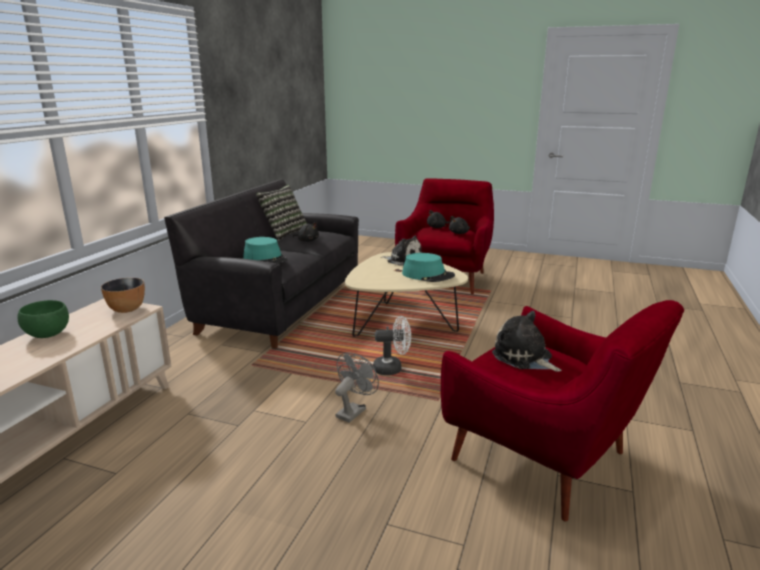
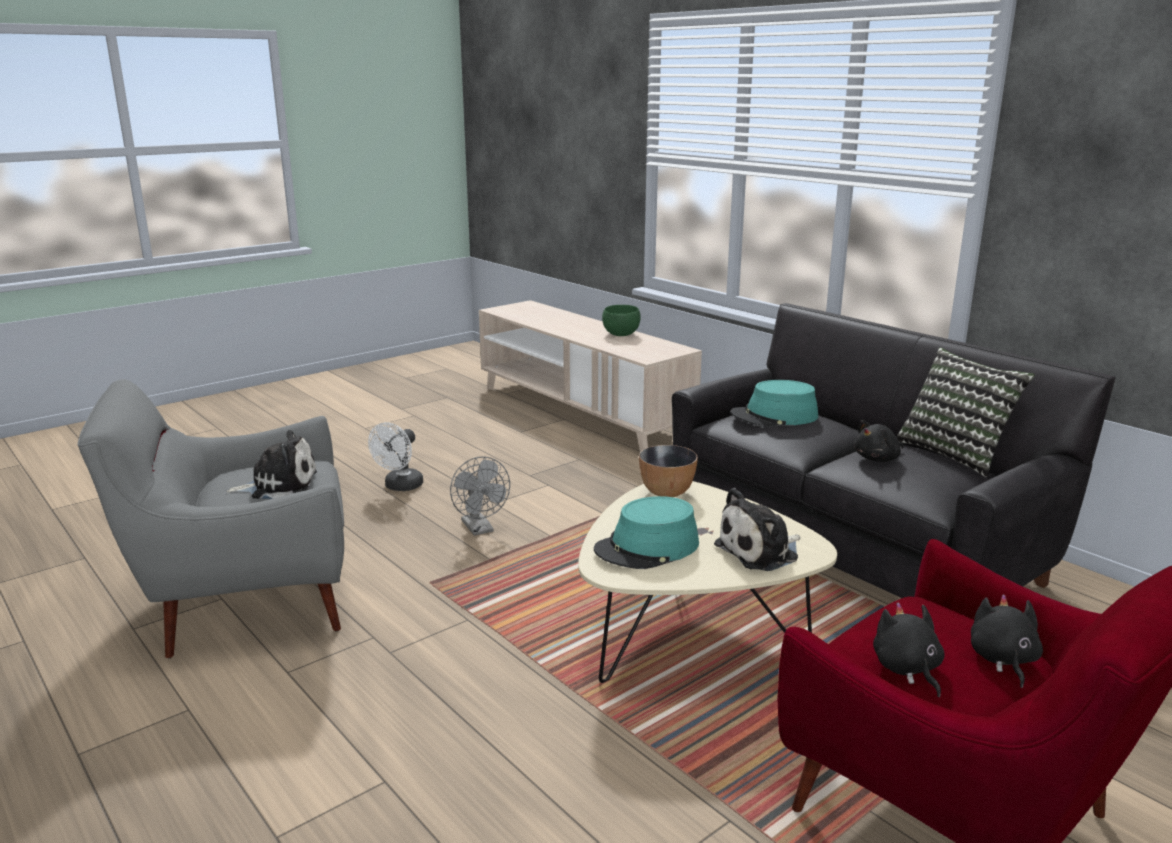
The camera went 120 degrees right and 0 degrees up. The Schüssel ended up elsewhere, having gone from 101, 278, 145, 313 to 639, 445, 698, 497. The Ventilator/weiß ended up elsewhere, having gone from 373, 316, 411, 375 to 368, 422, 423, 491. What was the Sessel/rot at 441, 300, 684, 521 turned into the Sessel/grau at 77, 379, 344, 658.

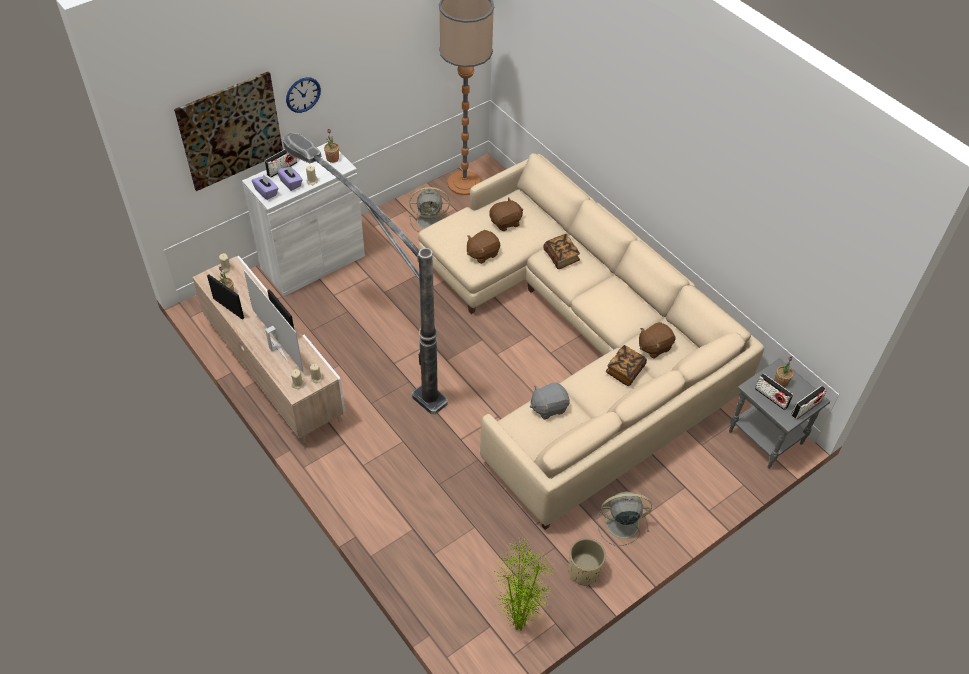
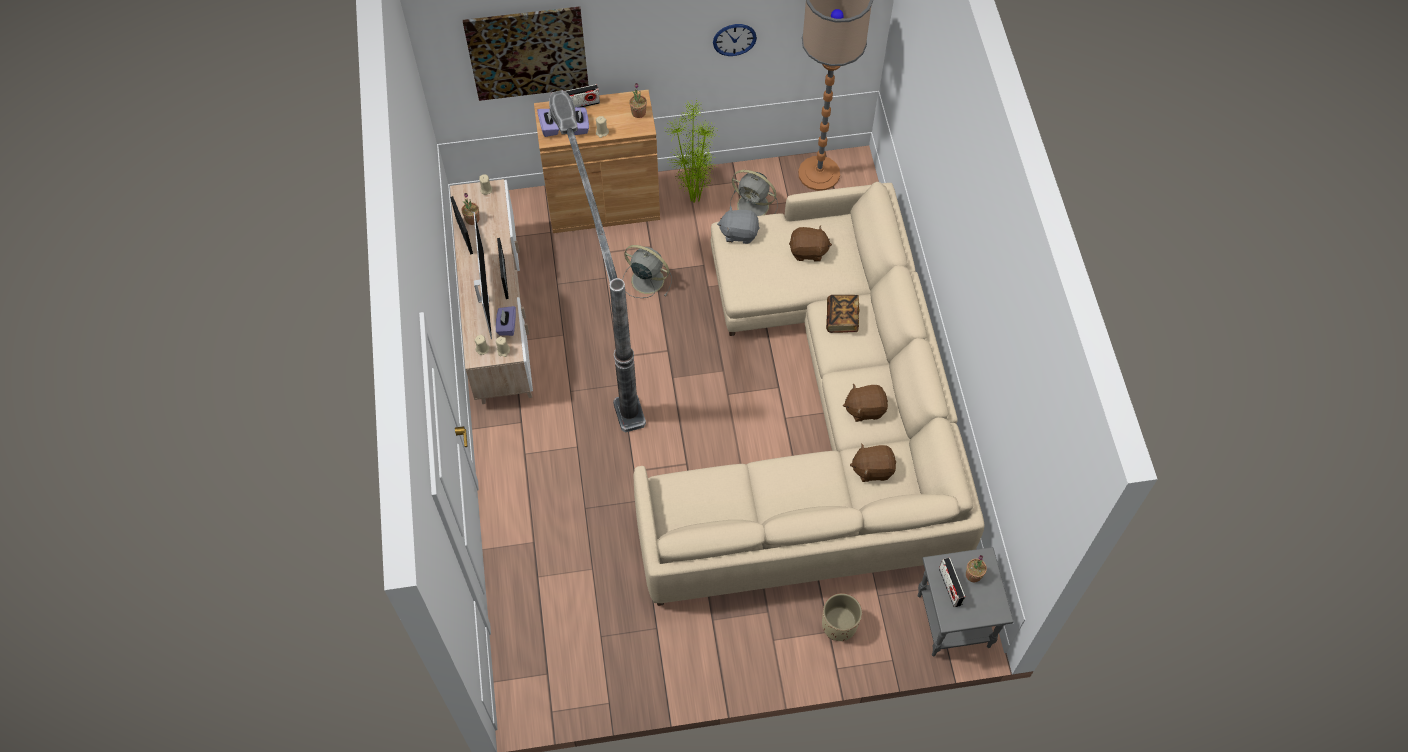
The camera went 30 degrees right and 10 degrees up. What was the Schrank/weiß at 242, 142, 365, 297 turned into the Schrank/braun at 534, 90, 660, 233. The Wanduhr ended up elsewhere, having gone from 286, 77, 321, 113 to 713, 24, 757, 56. The Plüschtier/braun ended up elsewhere, having gone from 467, 230, 500, 264 to 843, 384, 888, 422. The Topfpflanze ended up elsewhere, having gone from 491, 538, 552, 631 to 666, 99, 718, 203. The Plüschtier/grau ended up elsewhere, having gone from 530, 382, 570, 420 to 717, 206, 760, 244. The Pflanzkübel/beige ended up elsewhere, having gone from 568, 538, 606, 586 to 822, 593, 862, 641. The Ventilator/grau ended up elsewhere, having gone from 597, 492, 652, 546 to 622, 245, 672, 298. The second view lost the Buch at 606, 345, 647, 386. The second view lost the Radio at 791, 385, 827, 419. The second view gained the Taschentuchbox/lila at 496, 306, 516, 336.

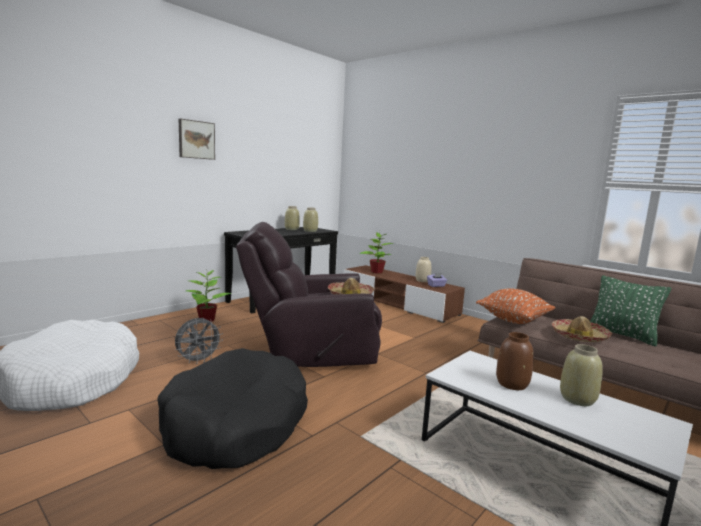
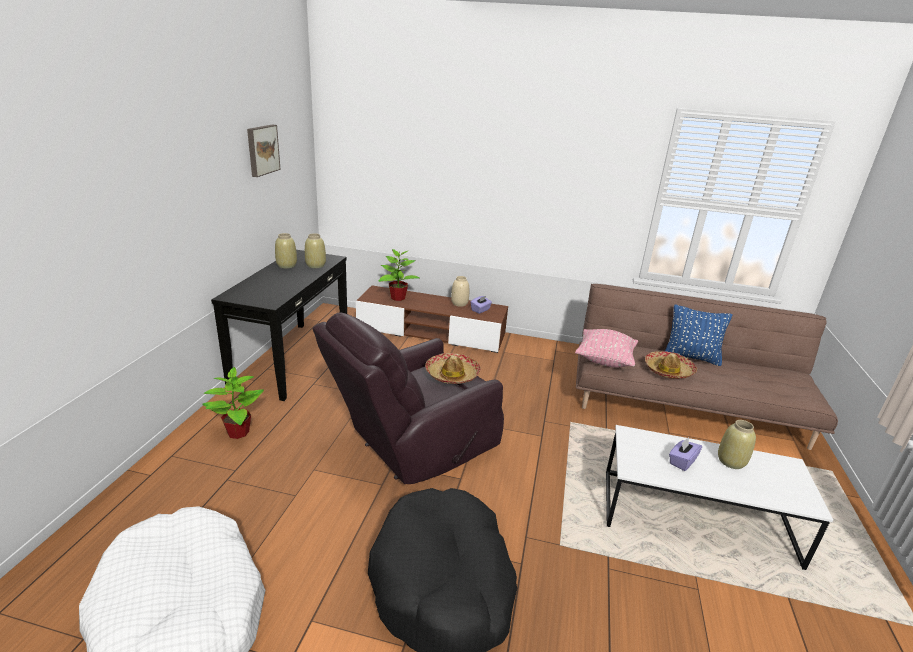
The camera went 30 degrees left and 15 degrees up. The second view lost the Ventilator/grau at 175, 317, 223, 364. The Bild ended up elsewhere, having gone from 179, 119, 215, 160 to 247, 125, 281, 177. What was the Kissen/orange at 476, 289, 555, 324 turned into the Kissen/rosa at 575, 329, 638, 368. Where the Vase/braun stood at 496, 332, 534, 390, the Taschentuchbox/lila came to stand at 669, 437, 702, 471. What was the Kissen/grün at 590, 275, 671, 347 turned into the Kissen/blau at 665, 305, 732, 366.

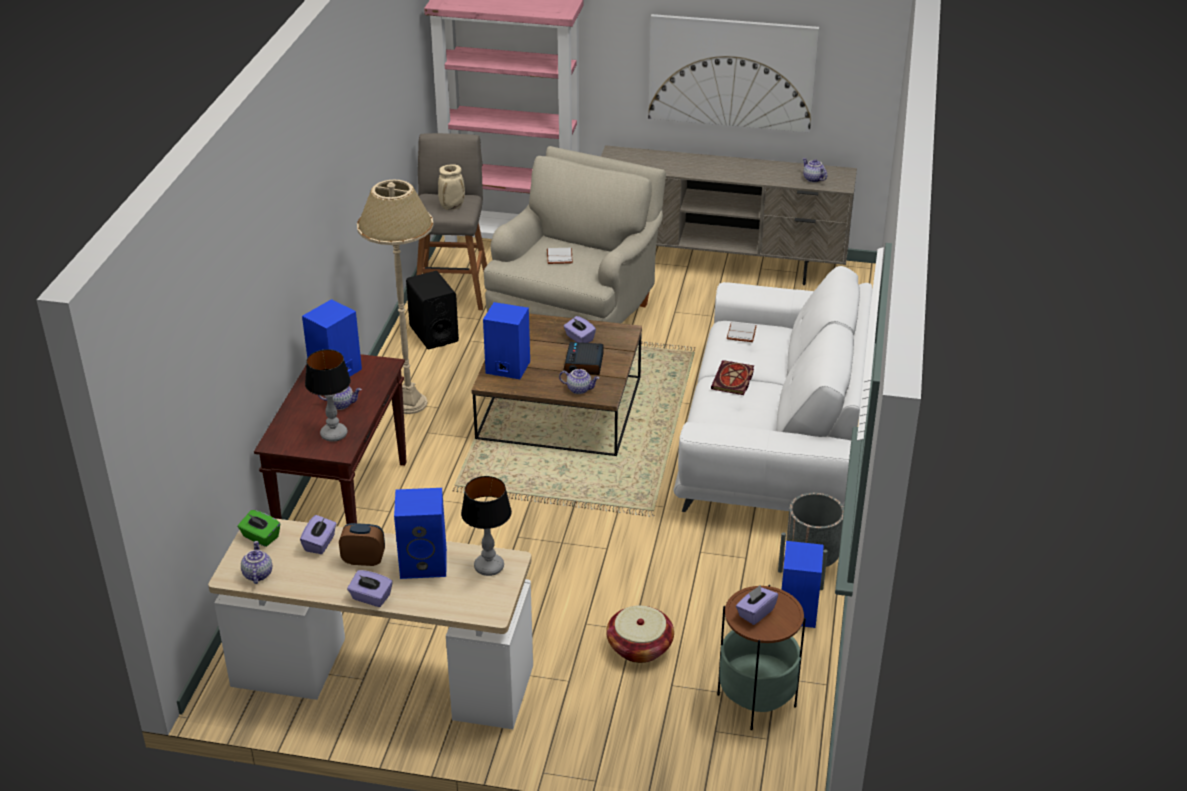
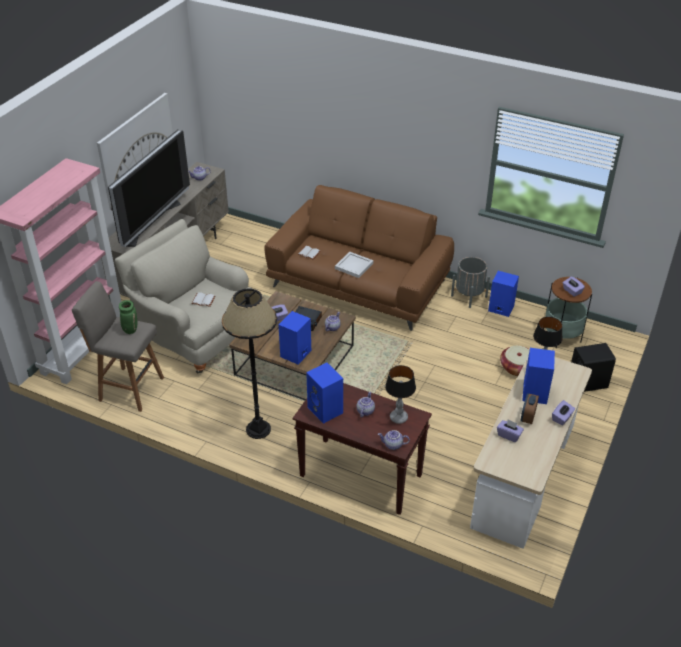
The camera went 75 degrees left and 5 degrees up. The second view lost the Taschentuchbox/grün at 238, 510, 280, 547. The Teekanne ended up elsewhere, having gone from 241, 541, 272, 584 to 378, 430, 410, 450. What was the Stehlampe/beige at 357, 180, 434, 414 turned into the Stehlampe/schwarz at 222, 288, 277, 439. The Lautsprecher/schwarz ended up elsewhere, having gone from 406, 271, 459, 349 to 571, 343, 616, 392. What was the Vase/beige at 438, 164, 465, 210 turned into the Vase/grün at 119, 300, 138, 334. What was the Sofa/weiß at 673, 266, 873, 512 turned into the Sofa/braun at 264, 185, 454, 331. Where the Buch stood at 711, 360, 754, 395, the Tablett/weiß came to stand at 335, 252, 373, 278. The second view gained the Fernseher at 108, 129, 190, 247.

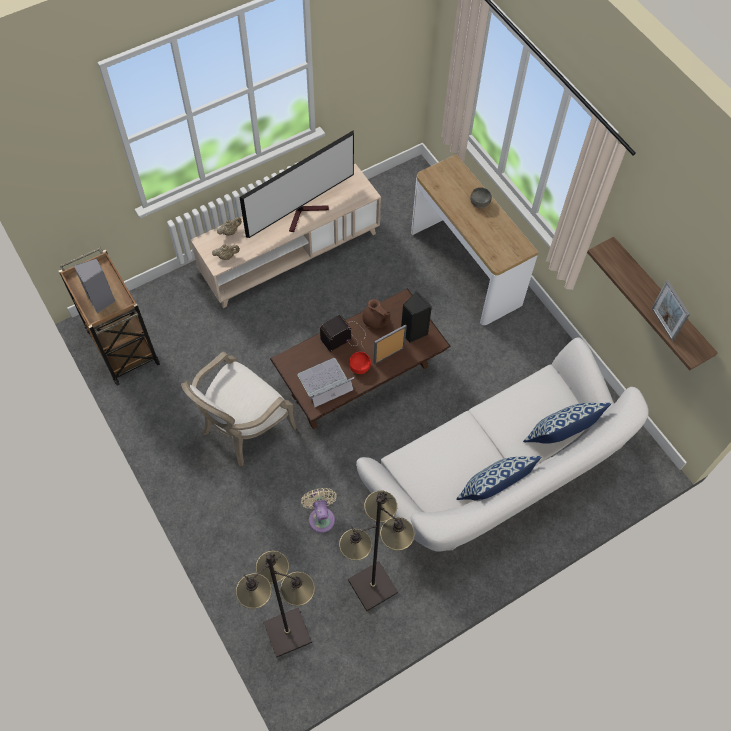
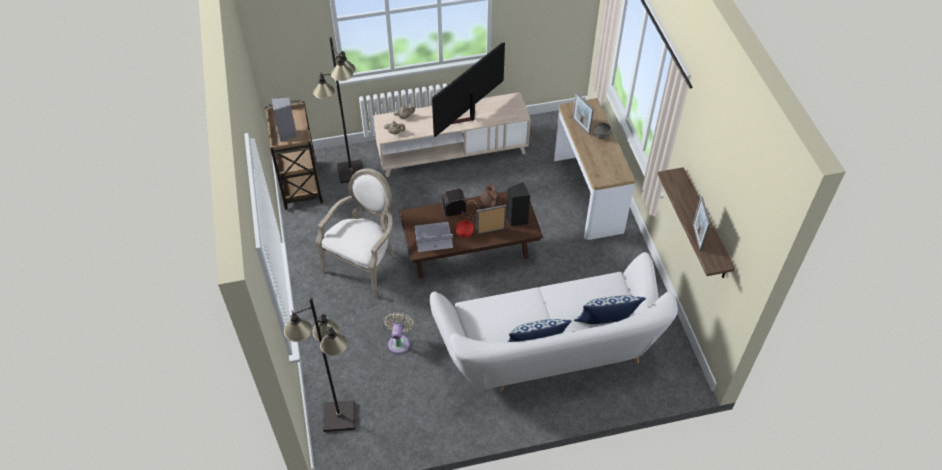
The camera went 20 degrees right and 10 degrees down. The Sessel at 181, 351, 297, 467 ended up facing another way, 150 degrees clockwise from before. The Fernseher at 239, 130, 354, 238 ended up facing another way, 150 degrees clockwise from before. The Stehlampe/schwarz ended up elsewhere, having gone from 339, 491, 415, 611 to 313, 37, 363, 184. The second view gained the Bilderrahmen at 572, 92, 594, 135.

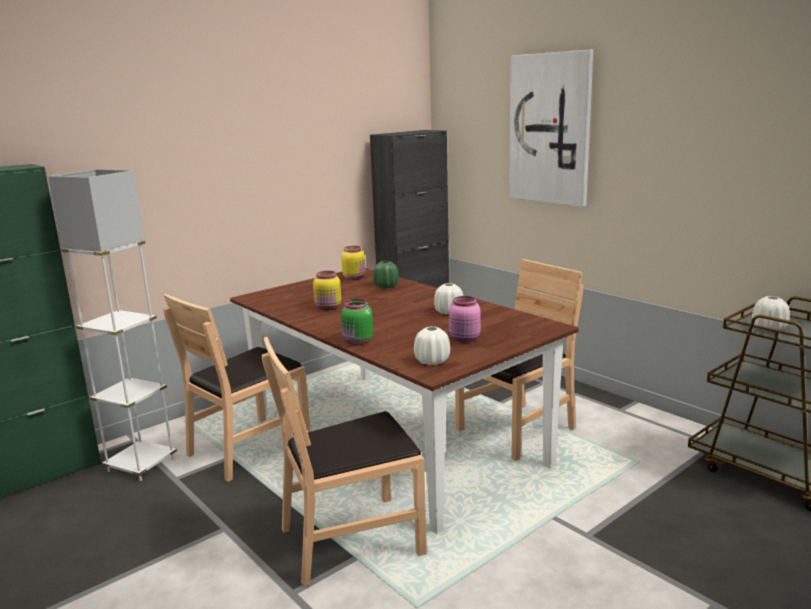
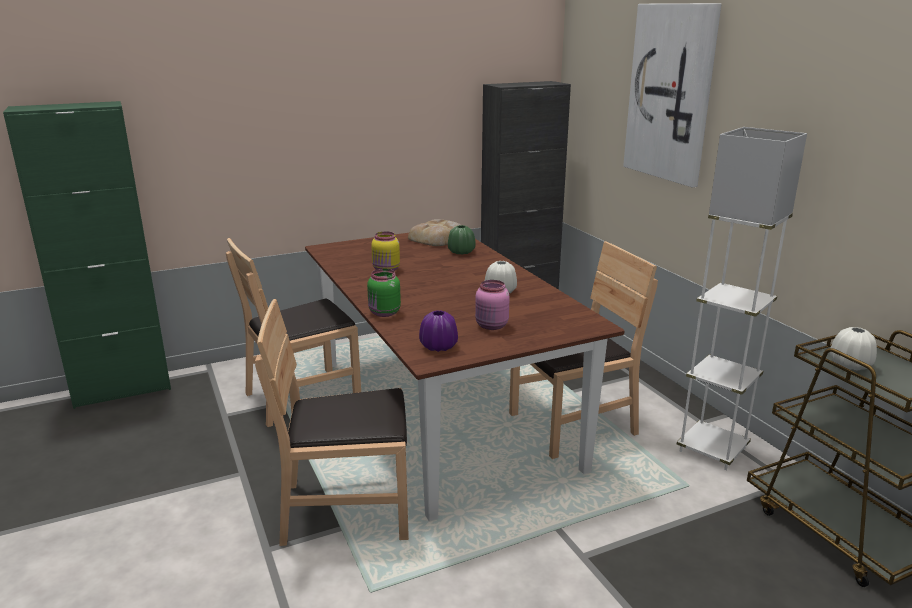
The camera went 15 degrees right and 5 degrees up. The Stehlampe/weiß ended up elsewhere, having gone from 48, 169, 177, 481 to 677, 127, 807, 470. Where the Vorratsglas/gelb stood at 341, 246, 365, 280, the Brot came to stand at 408, 219, 461, 246. What was the Vase/weiß at 414, 326, 450, 365 turned into the Vase/lila at 419, 310, 458, 352.

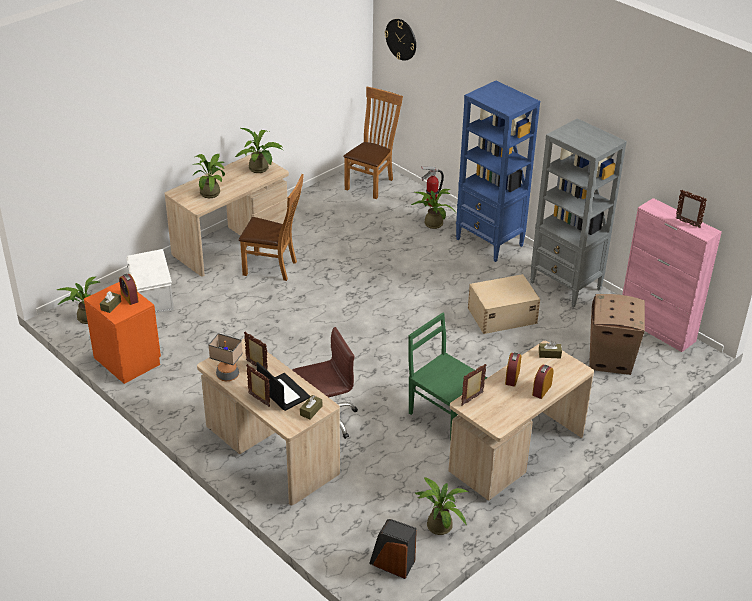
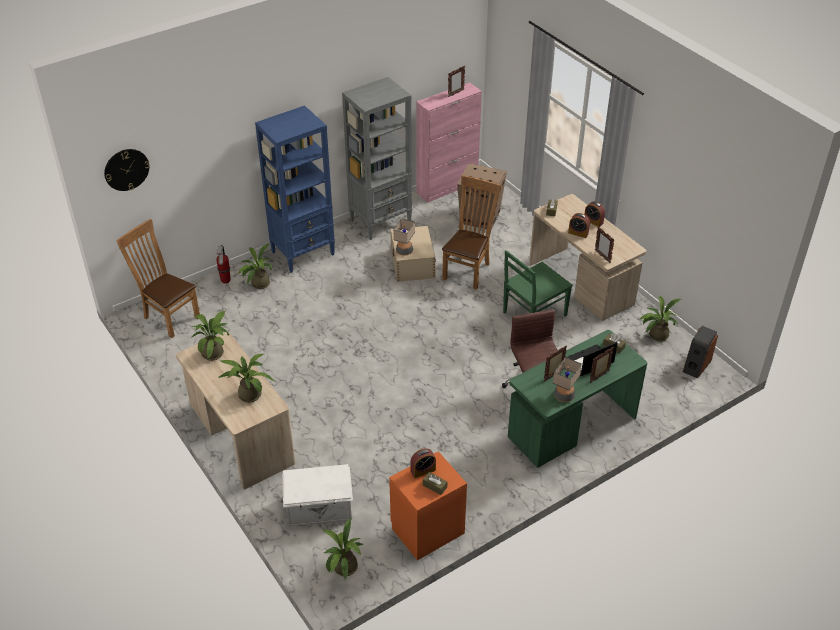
The camera went 80 degrees left and 5 degrees up. What was the Schreibtisch/beige at 197, 339, 340, 505 turned into the Schreibtisch/grün at 508, 330, 647, 468. The Stuhl/braun ended up elsewhere, having gone from 238, 174, 304, 281 to 442, 175, 501, 290. The second view gained the Tischlampe at 393, 218, 415, 256.

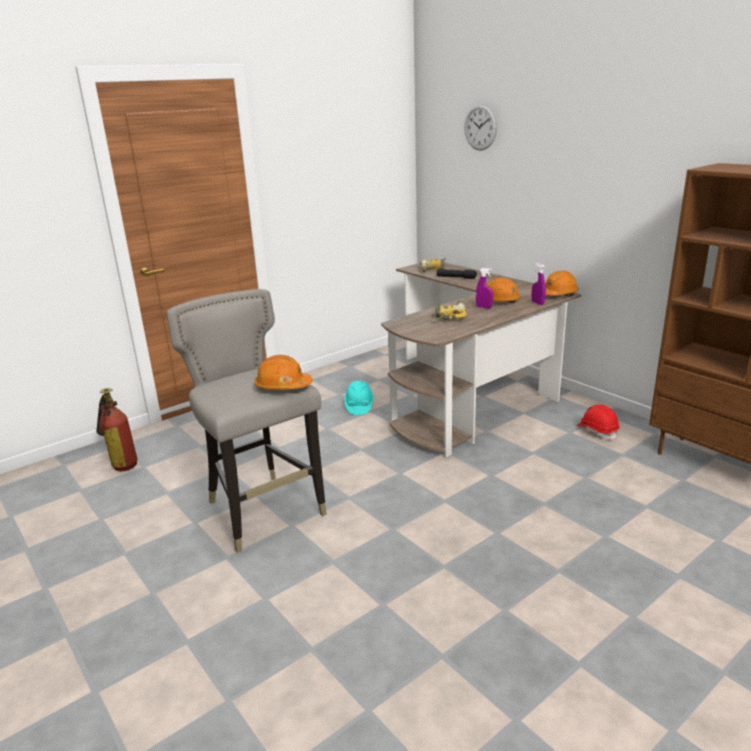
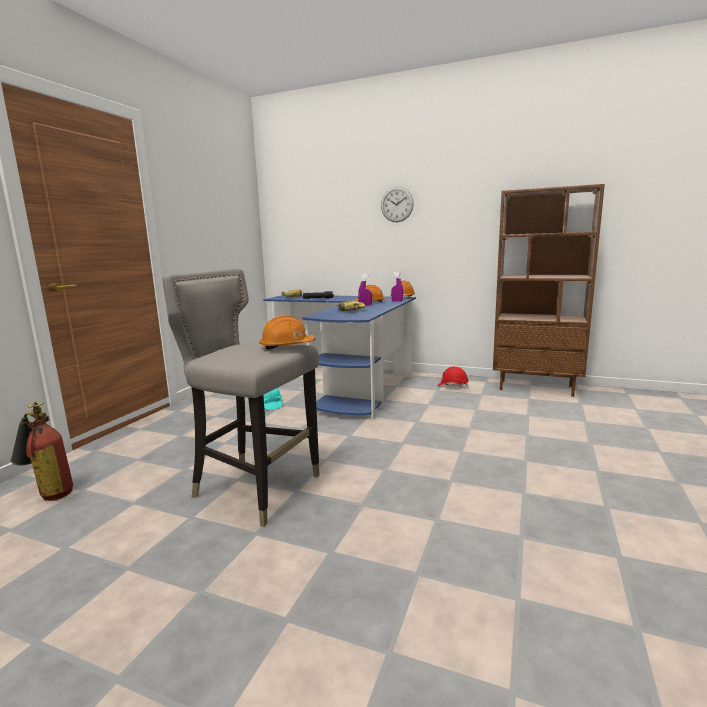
The camera went 30 degrees left and 10 degrees down. What was the Schreibtisch/braun at 381, 262, 582, 457 turned into the Schreibtisch/blau at 263, 295, 416, 419. The Wanduhr ended up elsewhere, having gone from 464, 104, 497, 151 to 381, 187, 414, 222.

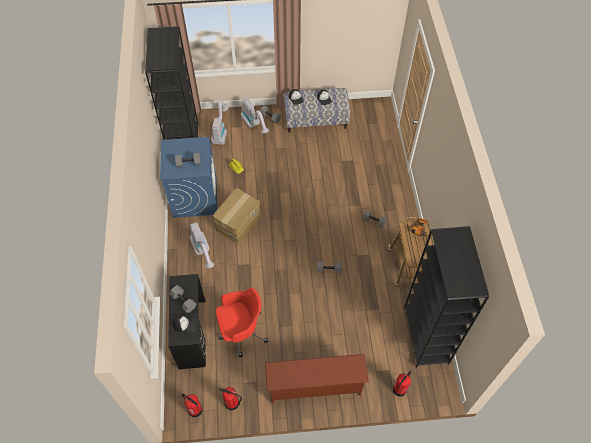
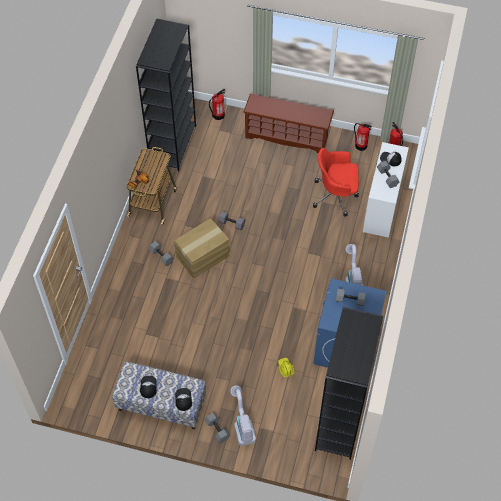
The camera went 160 degrees left and 0 degrees up. What was the Schreibtisch/schwarz at 168, 274, 207, 369 turned into the Schreibtisch/weiß at 363, 142, 409, 238. The second view lost the Staubsauger at 211, 100, 228, 145. The Karton ended up elsewhere, having gone from 213, 188, 261, 244 to 174, 219, 229, 278.

